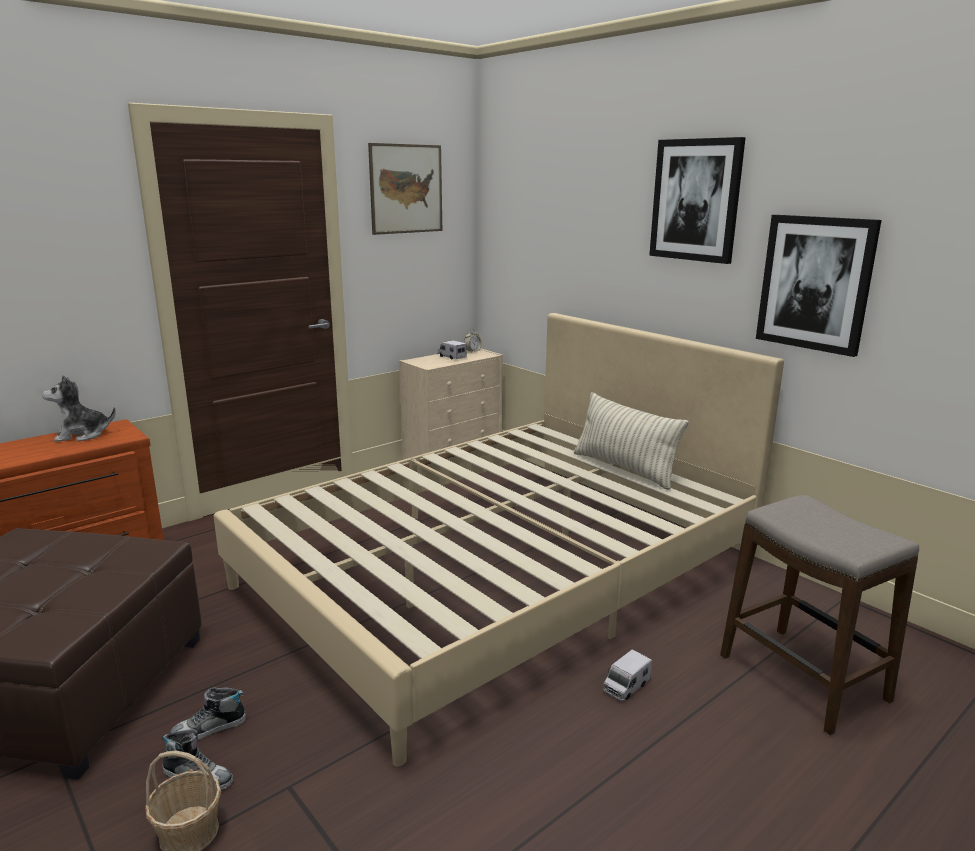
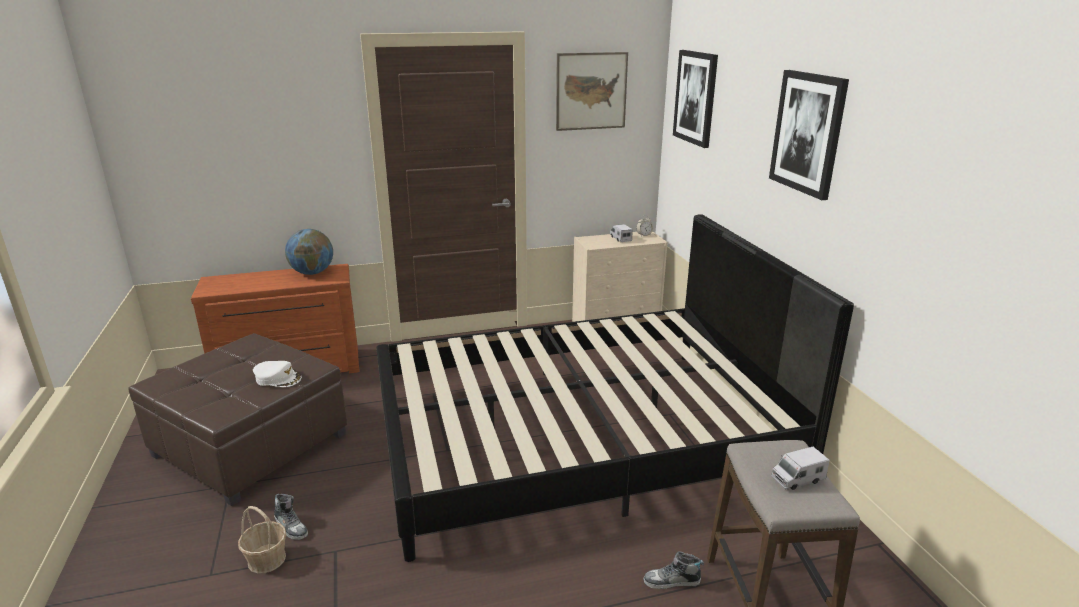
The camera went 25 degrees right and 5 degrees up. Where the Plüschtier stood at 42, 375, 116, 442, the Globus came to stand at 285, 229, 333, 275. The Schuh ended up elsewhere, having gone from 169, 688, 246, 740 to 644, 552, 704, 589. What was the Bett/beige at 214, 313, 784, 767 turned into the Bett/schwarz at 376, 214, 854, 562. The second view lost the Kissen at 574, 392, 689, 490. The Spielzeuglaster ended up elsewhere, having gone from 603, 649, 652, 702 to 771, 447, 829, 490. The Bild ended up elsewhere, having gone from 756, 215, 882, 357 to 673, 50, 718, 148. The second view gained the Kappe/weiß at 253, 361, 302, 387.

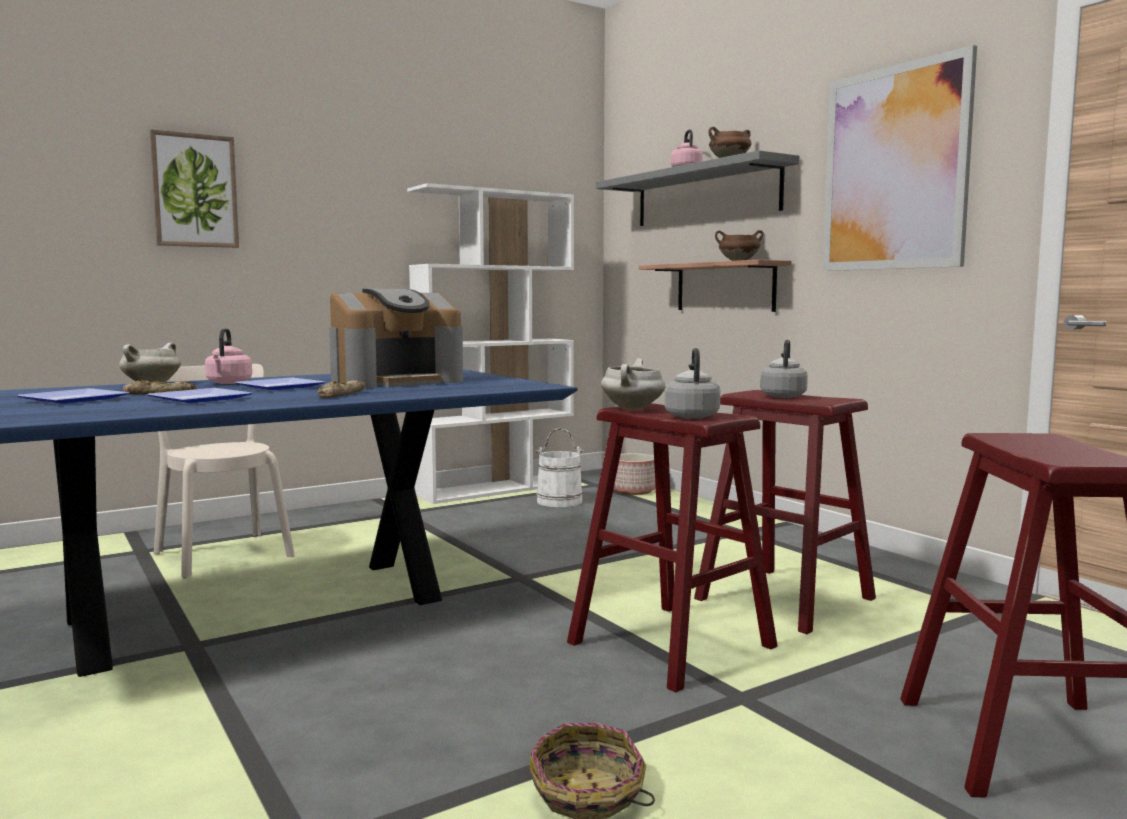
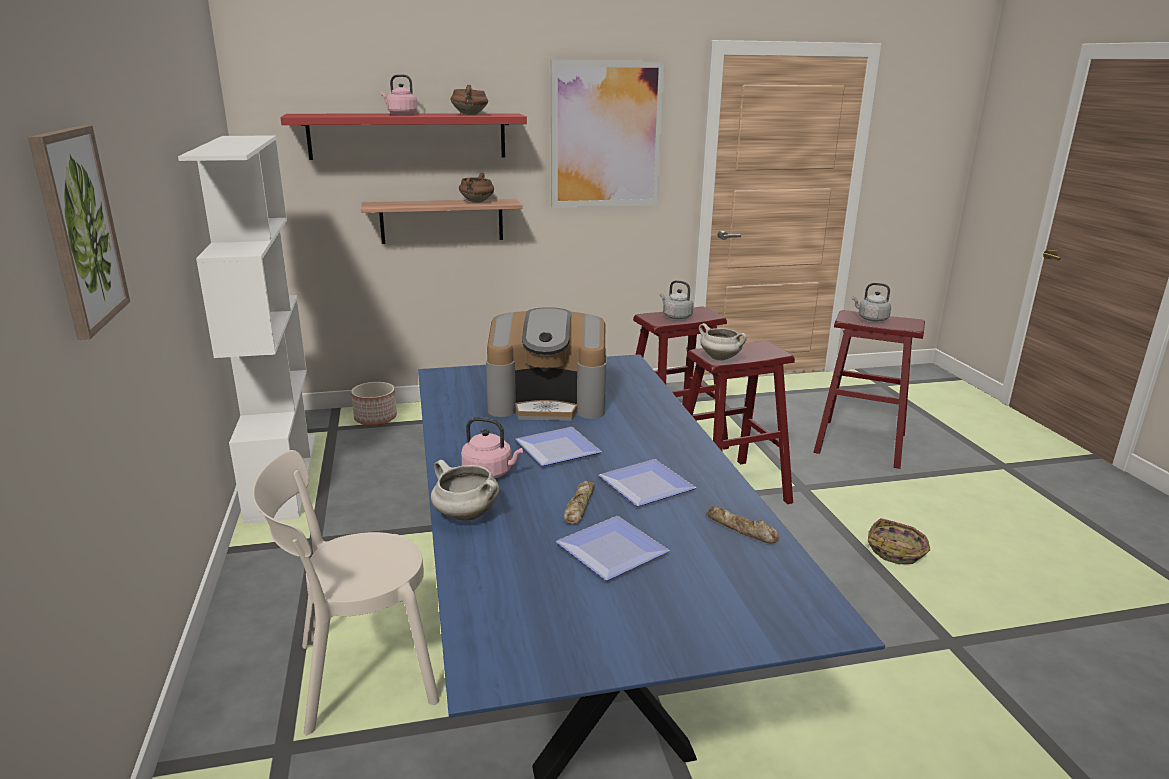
The camera went 70 degrees left and 15 degrees up. The Brot ended up elsewhere, having gone from 318, 380, 366, 398 to 706, 506, 779, 543. The Kaffeemaschine at 329, 289, 463, 389 ended up facing another way, 105 degrees clockwise from before. The second view lost the Eimer/weiß at 536, 428, 583, 507. What was the Wandregal/grau at 596, 150, 800, 226 turned into the Wandregal/rot at 280, 113, 527, 160. The Wasserkessel/grau ended up elsewhere, having gone from 664, 348, 720, 419 to 852, 283, 891, 322.

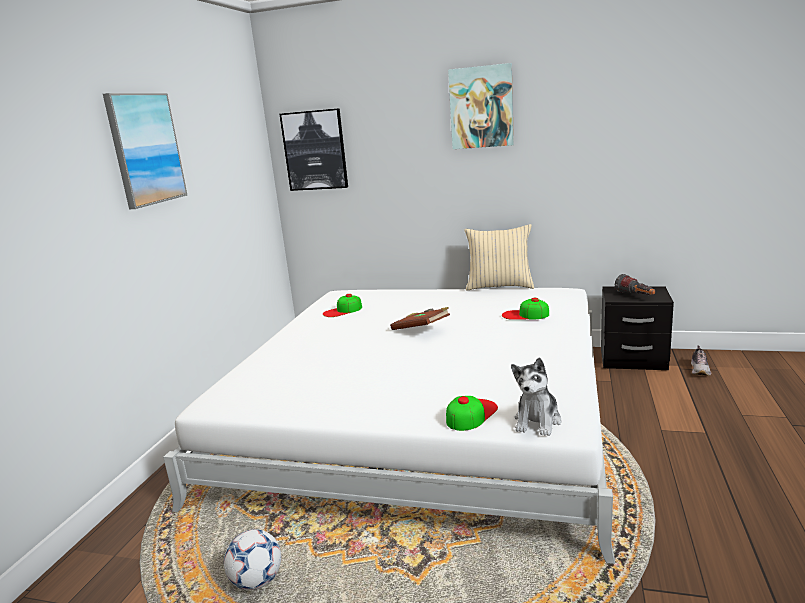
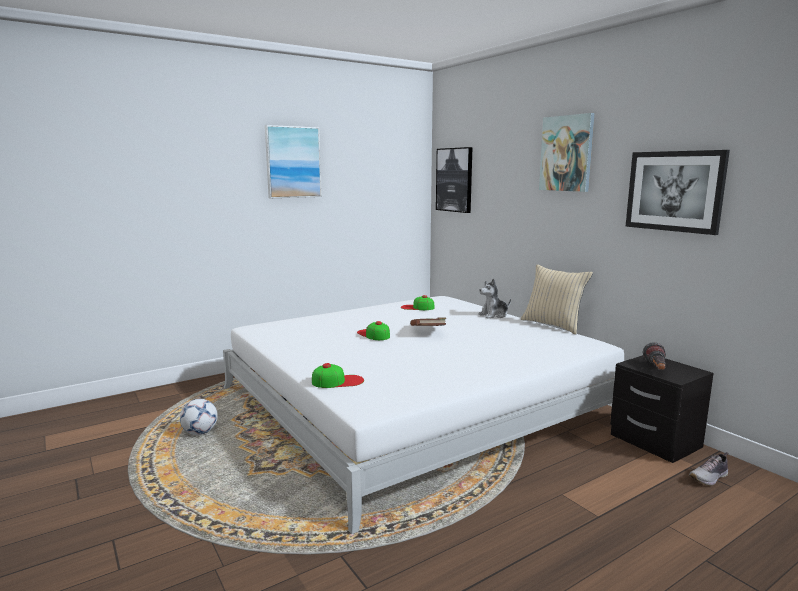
The camera went 40 degrees right and 5 degrees down. The Kappe ended up elsewhere, having gone from 502, 298, 549, 320 to 357, 321, 390, 340. The Plüschtier ended up elsewhere, having gone from 511, 358, 561, 436 to 478, 279, 511, 319. The second view gained the Bild at 625, 150, 730, 235.

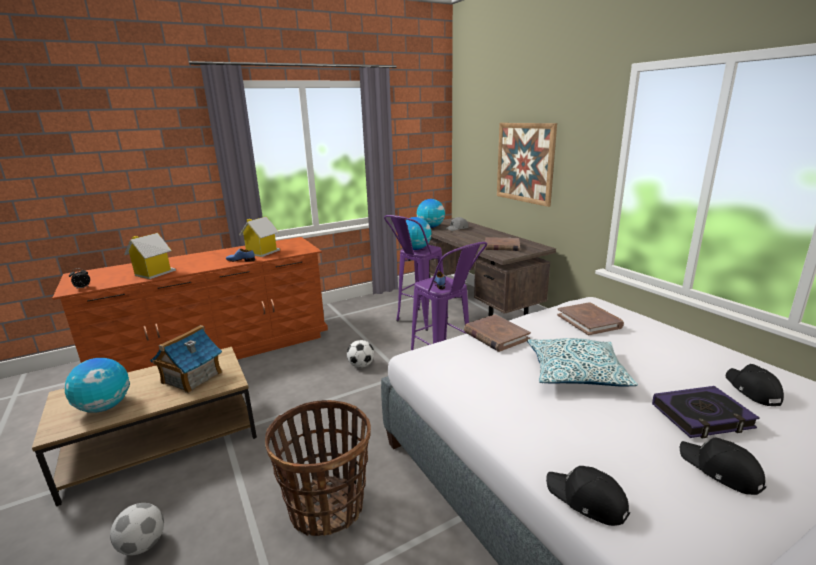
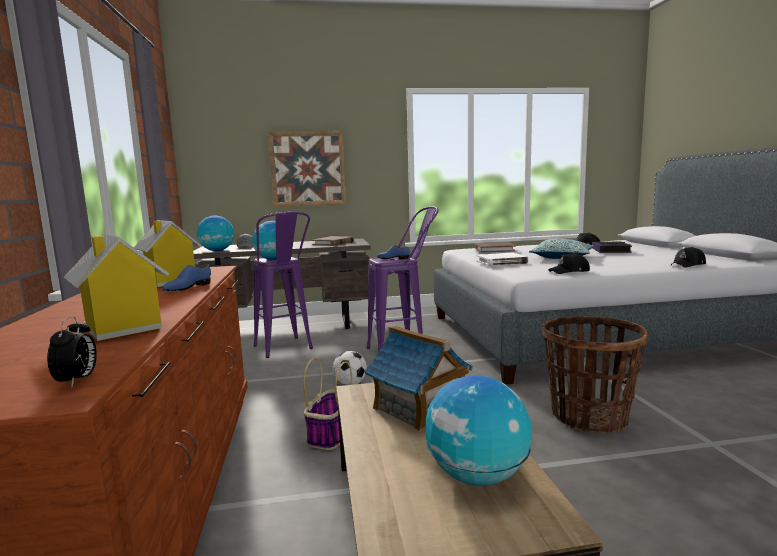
The camera went 70 degrees left and 10 degrees down. The second view lost the Fußball at 110, 503, 164, 556. What was the Buch/braun at 464, 315, 531, 352 turned into the Buch/weiß at 476, 253, 529, 266. The Kappe/schwarz ended up elsewhere, having gone from 680, 437, 766, 495 to 548, 253, 590, 274. The second view gained the Korb at 303, 358, 352, 450.

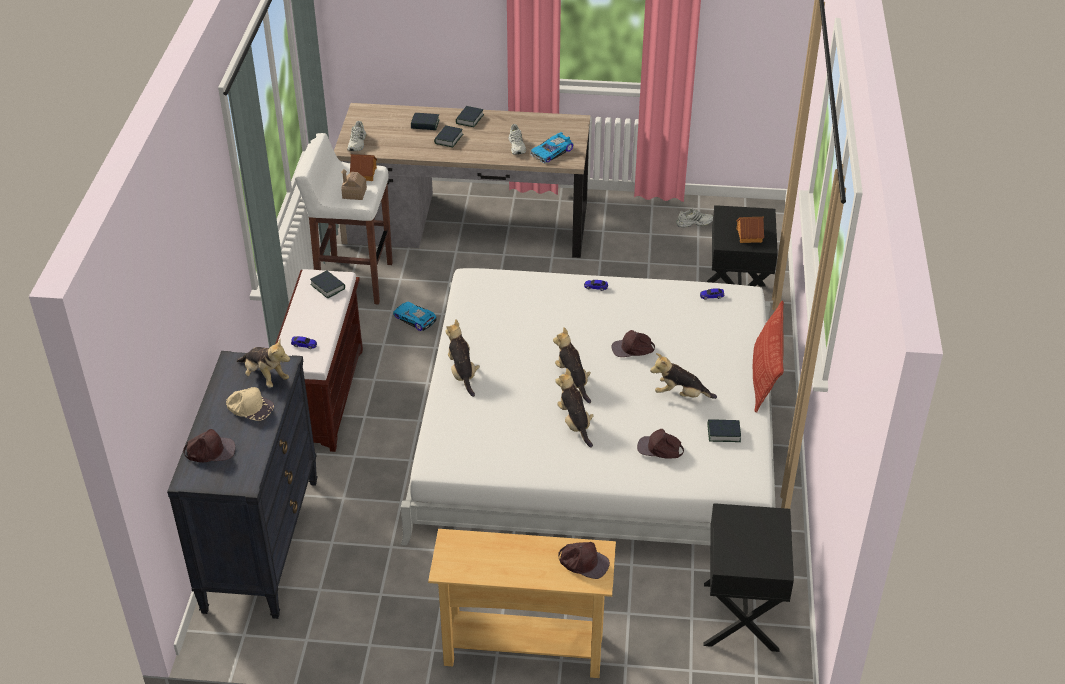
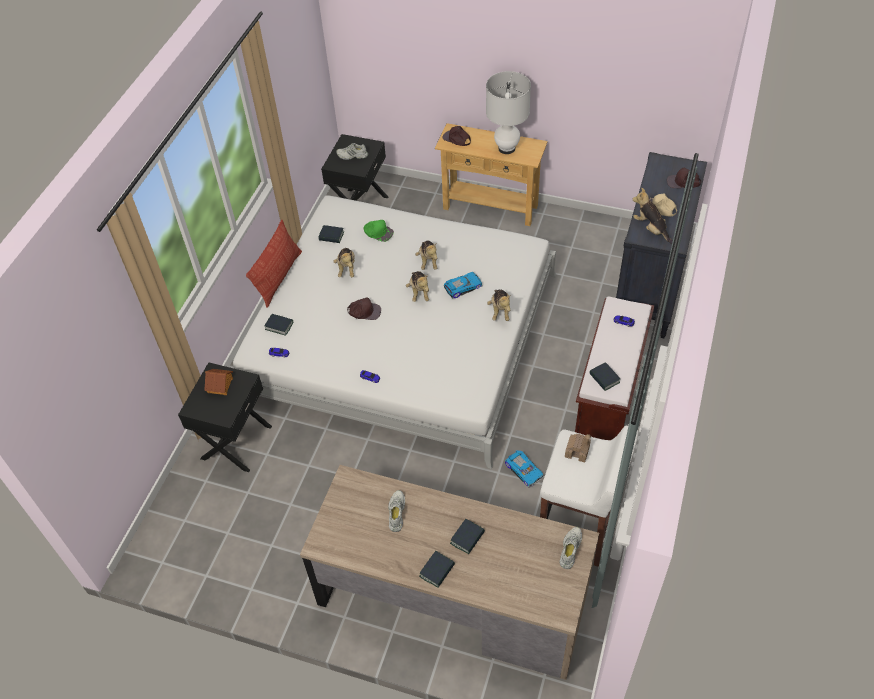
The camera went 165 degrees left and 10 degrees up. The second view lost the Spielzeughaus at 350, 154, 377, 181. The Buch ended up elsewhere, having gone from 411, 113, 440, 130 to 264, 314, 293, 336. The Spielzeugauto ended up elsewhere, having gone from 530, 132, 574, 164 to 444, 272, 482, 298. What was the Kappe/braun at 637, 429, 684, 459 turned into the Kappe/grün at 364, 220, 394, 242. The Plüschtier at 650, 353, 717, 399 ended up facing another way, 60 degrees clockwise from before. The Schuh/weiß ended up elsewhere, having gone from 676, 208, 713, 228 to 336, 143, 368, 160. The second view gained the Tischlampe/weiß at 486, 71, 531, 154.

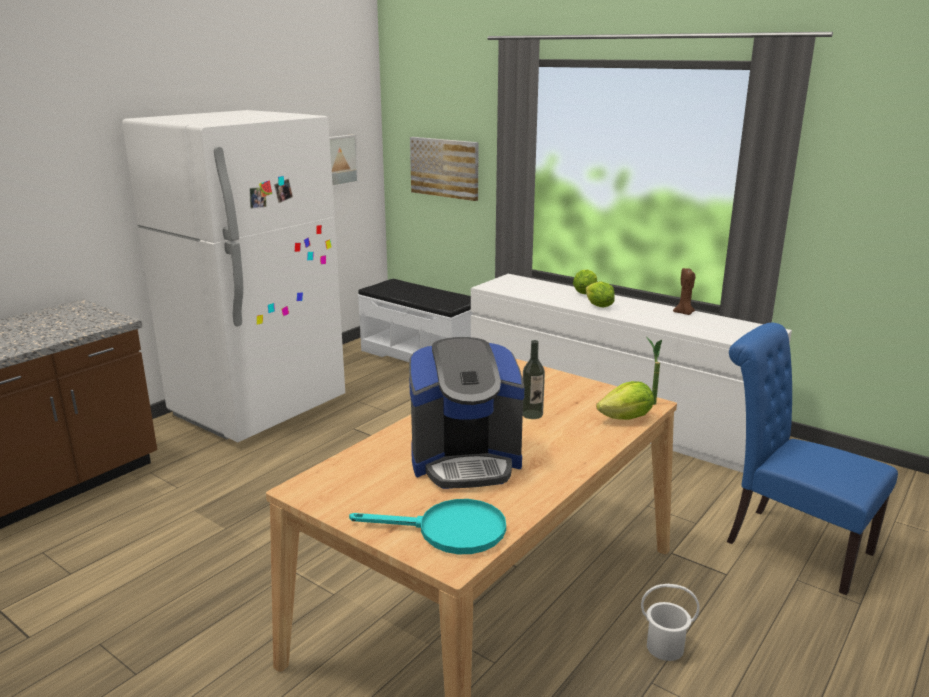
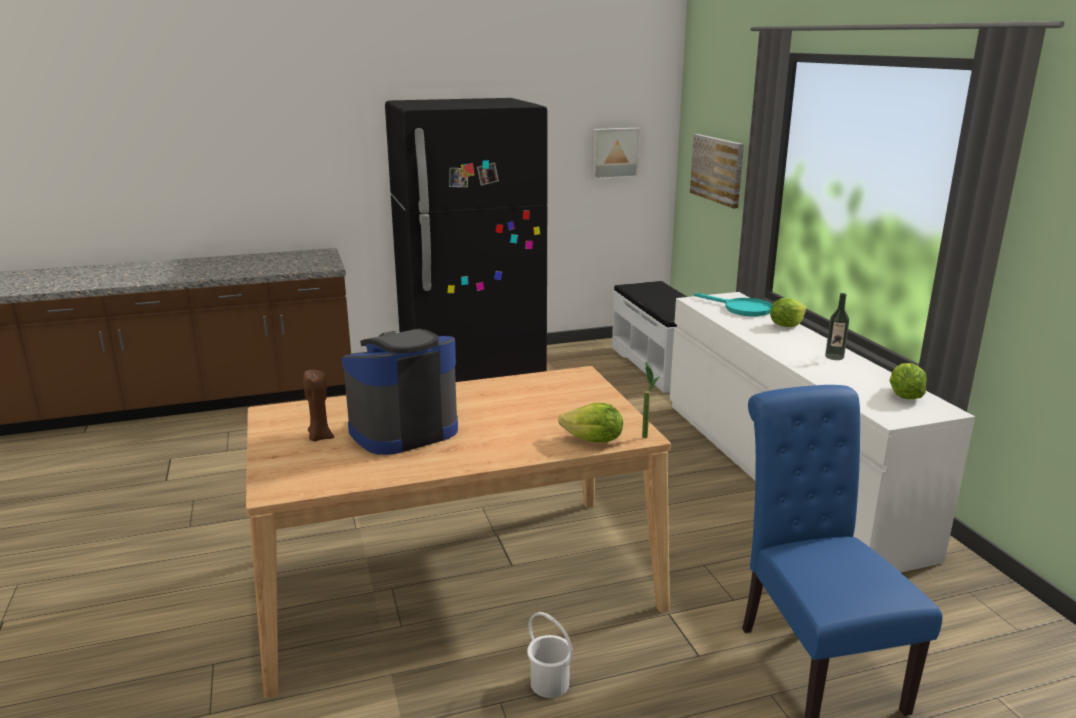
The camera went 35 degrees right and 0 degrees up. What was the Kühlschrank/weiß at 122, 110, 345, 442 turned into the Kühlschrank/schwarz at 385, 98, 547, 382. The Pfanne/türkis ended up elsewhere, having gone from 349, 499, 506, 554 to 694, 293, 772, 317. The Kaffeemaschine at 409, 337, 524, 489 ended up facing another way, 120 degrees clockwise from before. The Flasche ended up elsewhere, having gone from 523, 340, 545, 419 to 825, 293, 849, 360. The Salatkopf ended up elsewhere, having gone from 586, 281, 615, 307 to 889, 363, 927, 399. The Kerze/braun ended up elsewhere, having gone from 673, 268, 695, 315 to 303, 370, 334, 442.

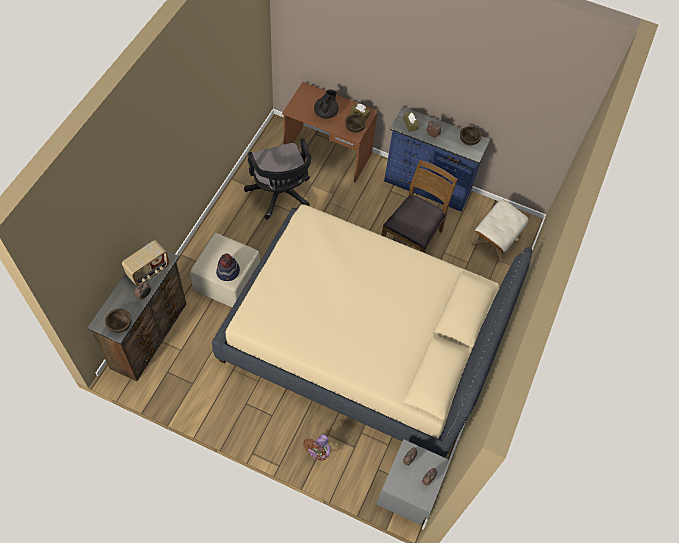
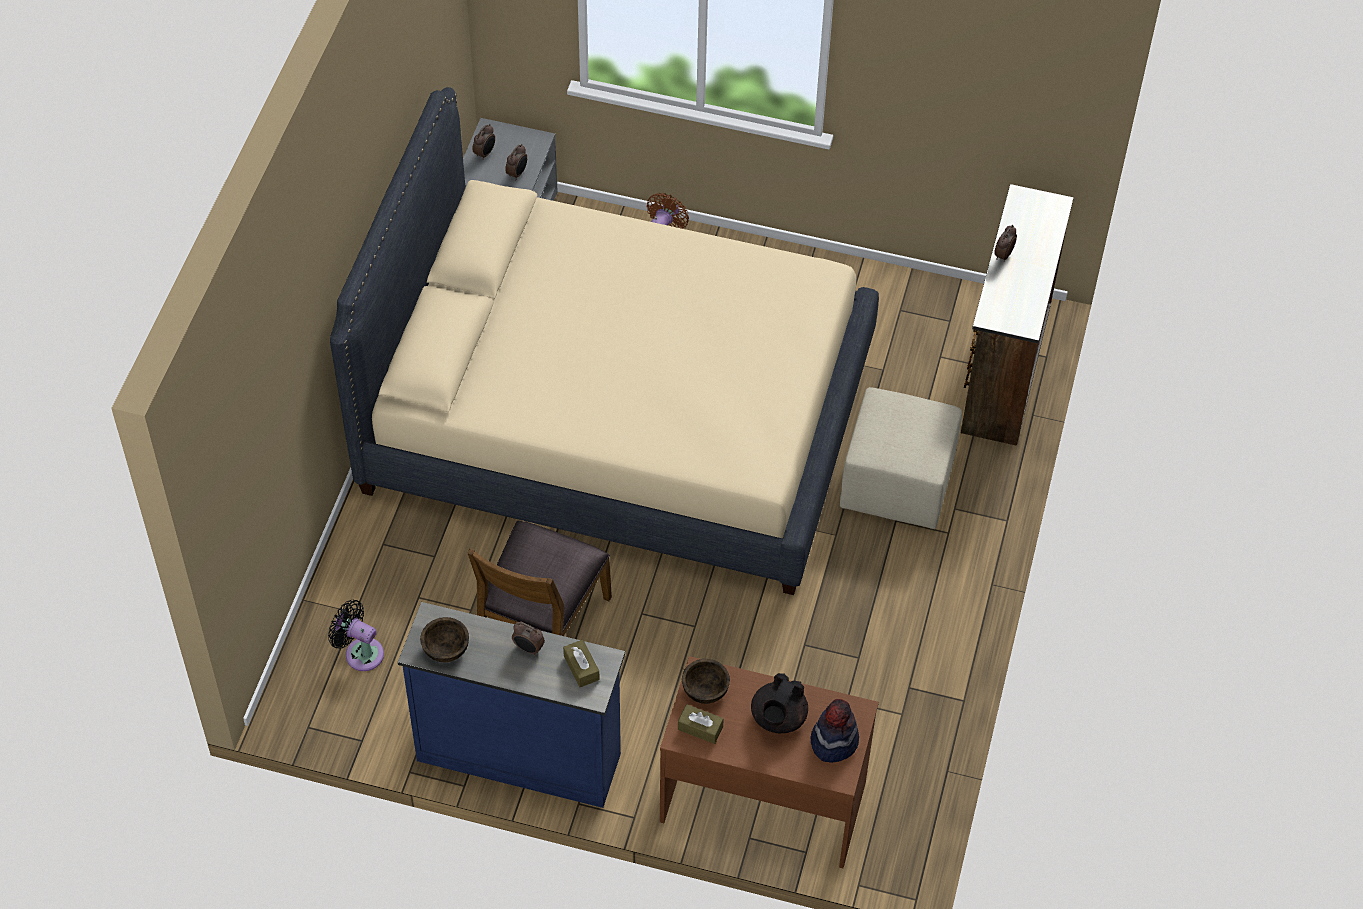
The camera went 175 degrees right and 5 degrees down. The second view lost the Schüssel/braun at 105, 309, 131, 333. The second view lost the Radio at 122, 240, 169, 286. The Hut ended up elsewhere, having gone from 216, 254, 240, 281 to 811, 699, 859, 763. The second view lost the Bürostuhl/schwarz at 244, 139, 311, 220. Where the Polsterhocker/beige stood at 472, 199, 528, 262, the Ventilator/schwarz came to stand at 328, 600, 384, 671.

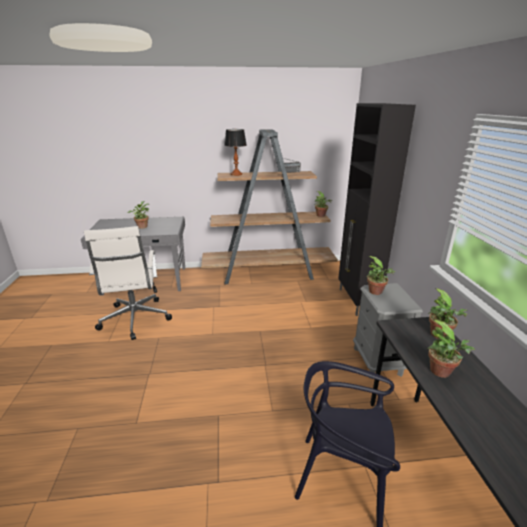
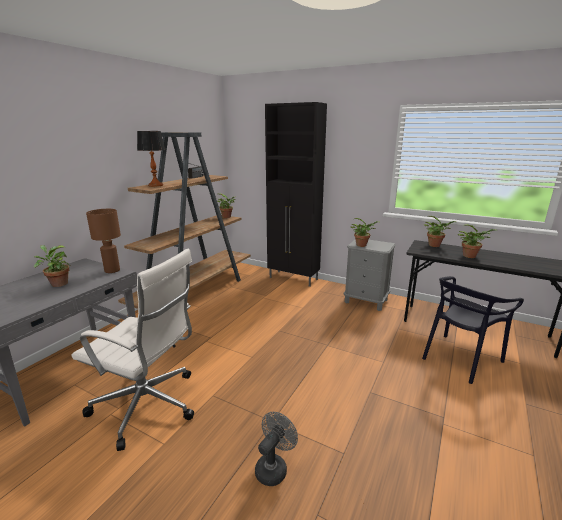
The camera went 55 degrees left and 5 degrees down. The second view gained the Tischlampe/braun at 86, 209, 121, 273. The second view gained the Ventilator/grau at 255, 412, 298, 486.

